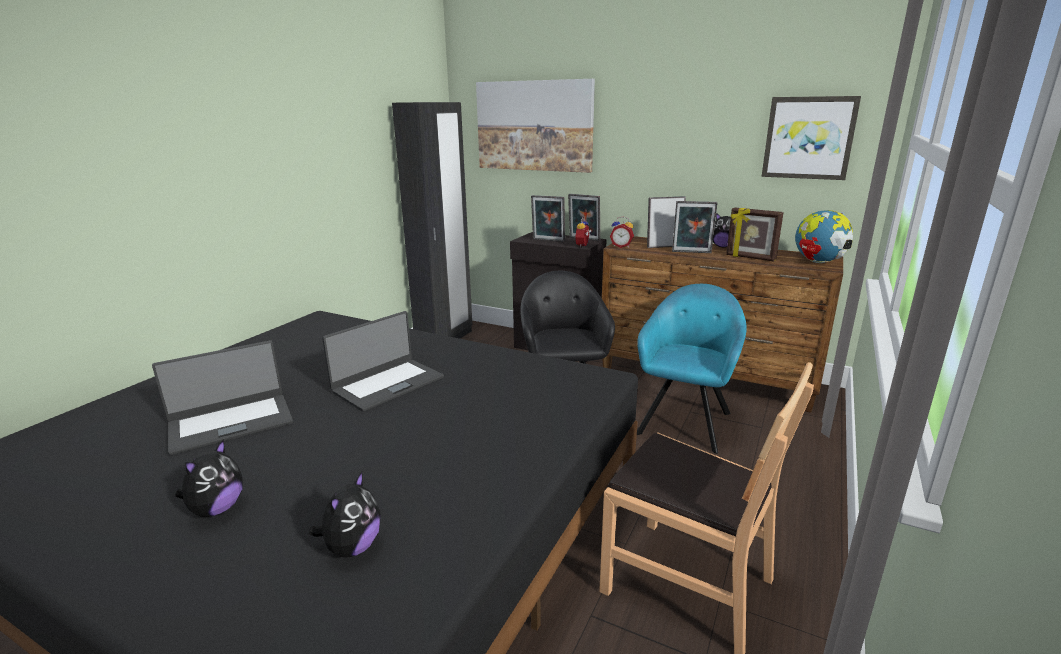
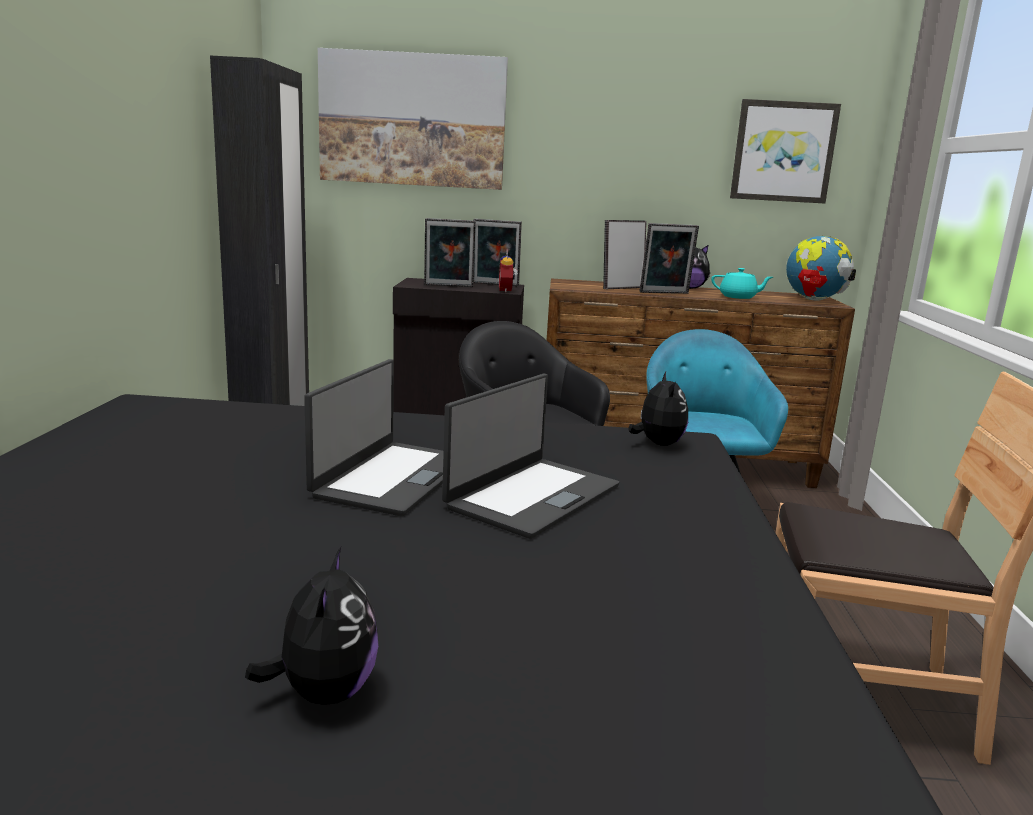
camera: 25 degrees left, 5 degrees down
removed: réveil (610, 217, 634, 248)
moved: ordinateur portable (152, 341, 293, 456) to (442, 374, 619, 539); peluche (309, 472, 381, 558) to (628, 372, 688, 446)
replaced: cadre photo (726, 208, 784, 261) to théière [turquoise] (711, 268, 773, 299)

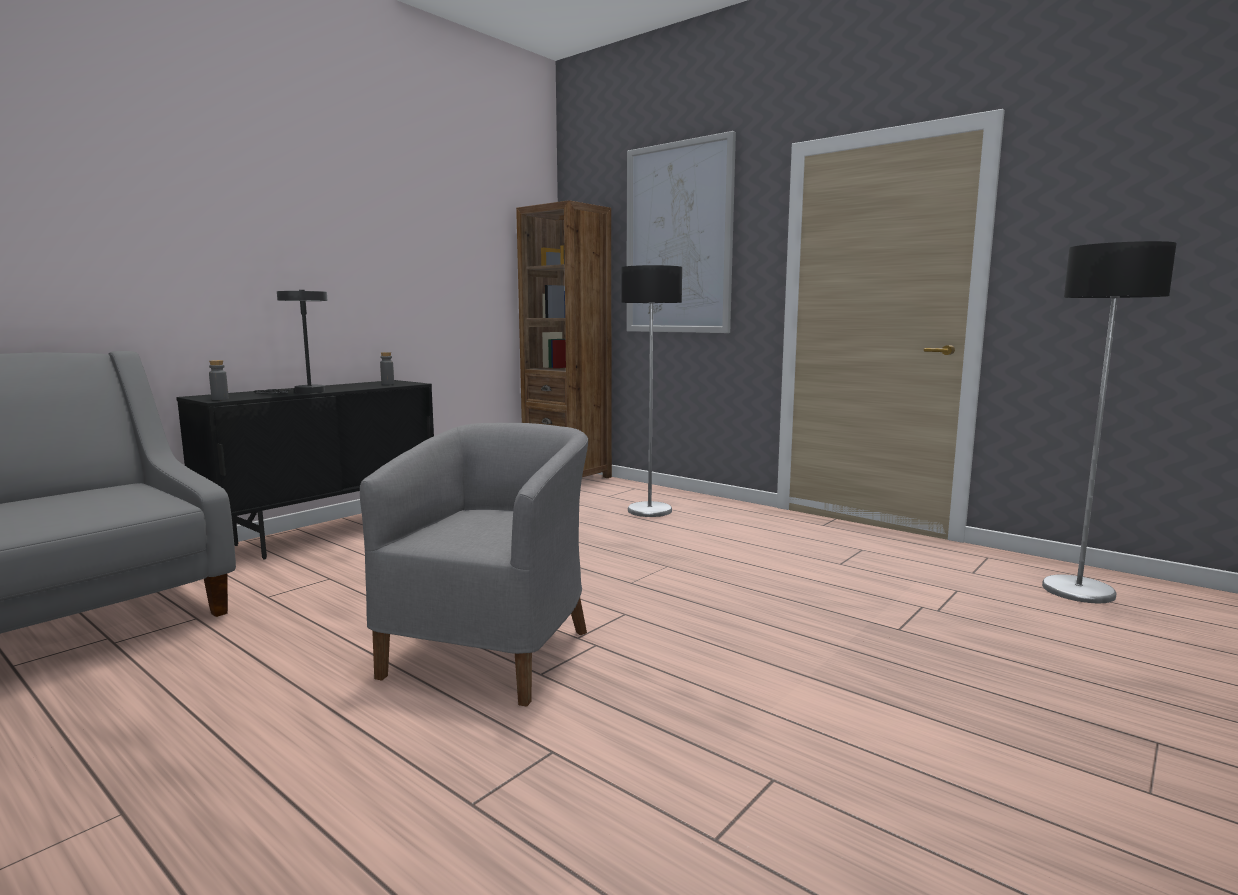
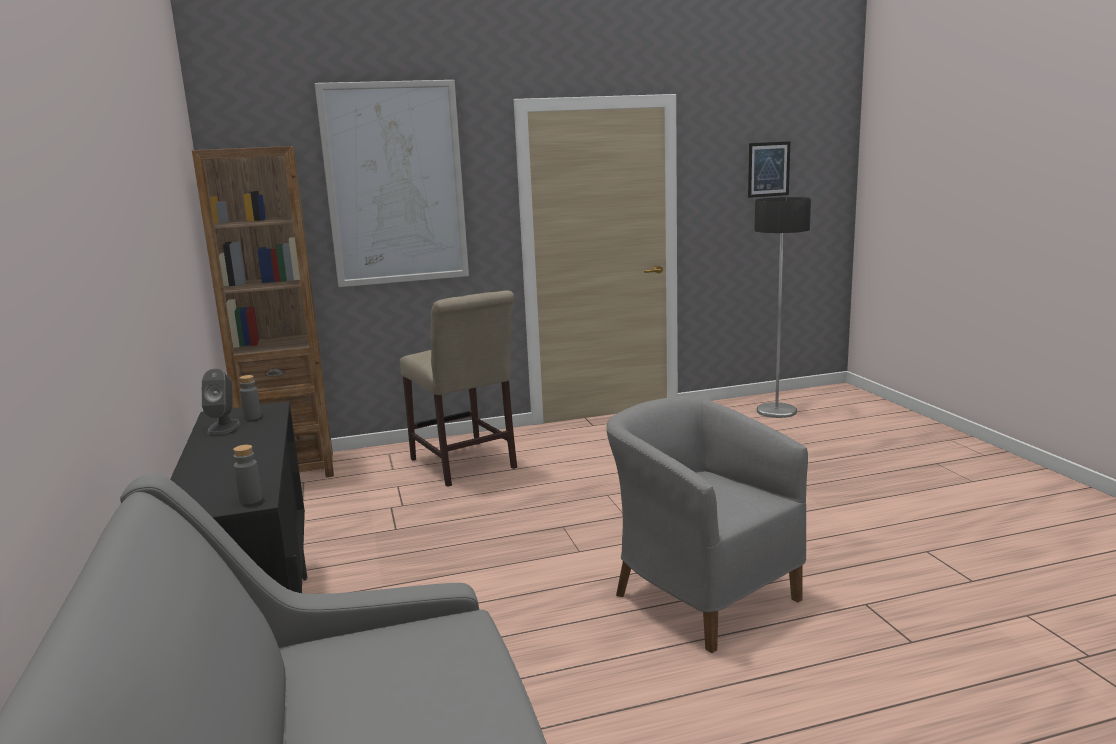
camera: 55 degrees left, 5 degrees up
removed: lampe de table [gris] (254, 290, 327, 394)
added: enceinte [gris] (202, 368, 241, 435); tableau (748, 141, 790, 198)
replaced: lampadaire (621, 265, 682, 517) to chaise [beige] (400, 291, 517, 487)

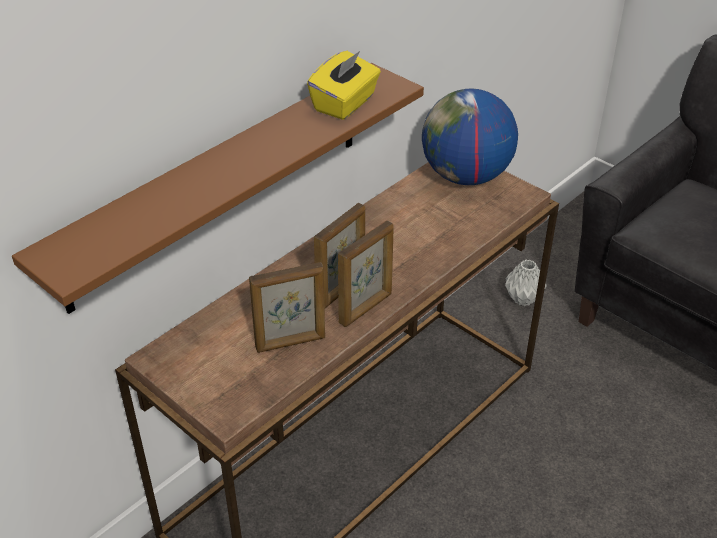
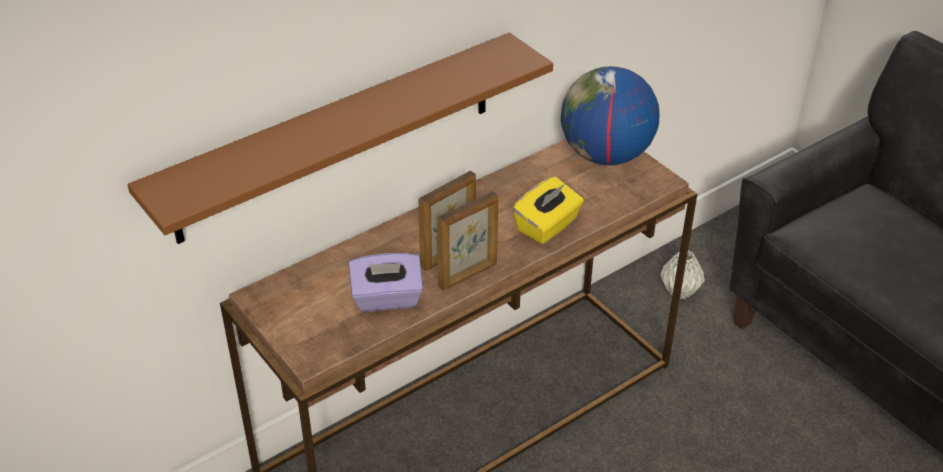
camera: 10 degrees right, 0 degrees up
moved: boîte à mouchoirs [jaune] (307, 51, 381, 120) to (513, 177, 584, 244)
replaced: cadre photo (249, 262, 325, 353) to boîte à mouchoirs [violet] (349, 253, 423, 312)

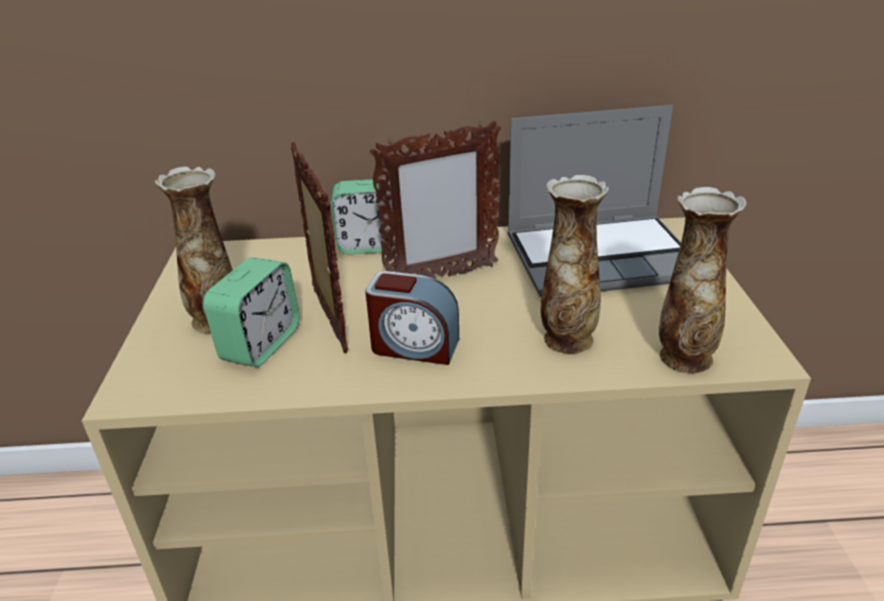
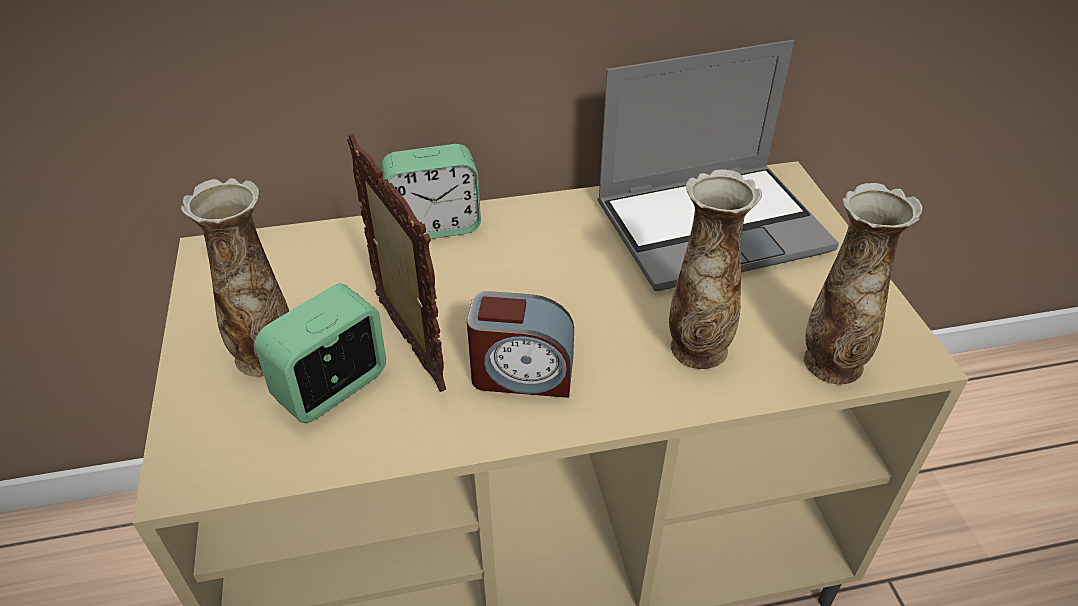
camera: 10 degrees left, 10 degrees up
removed: cadre photo (370, 121, 501, 279)
turned: réveil (203, 257, 300, 367) = (255, 284, 386, 423) 150 degrees counterclockwise

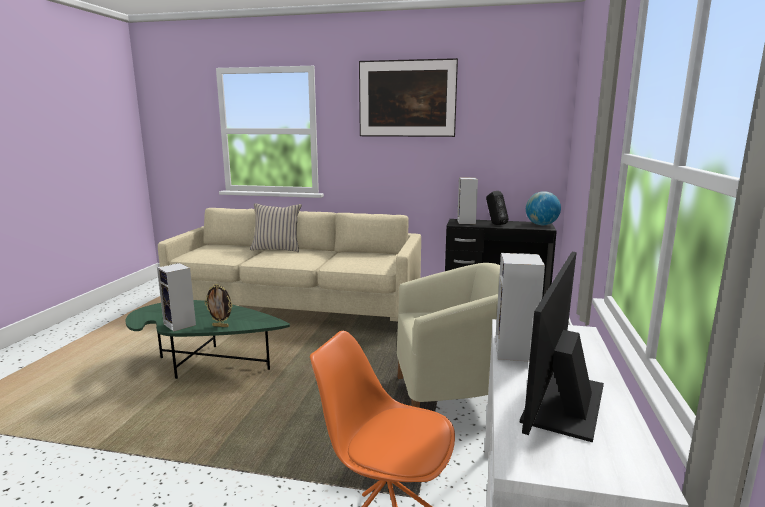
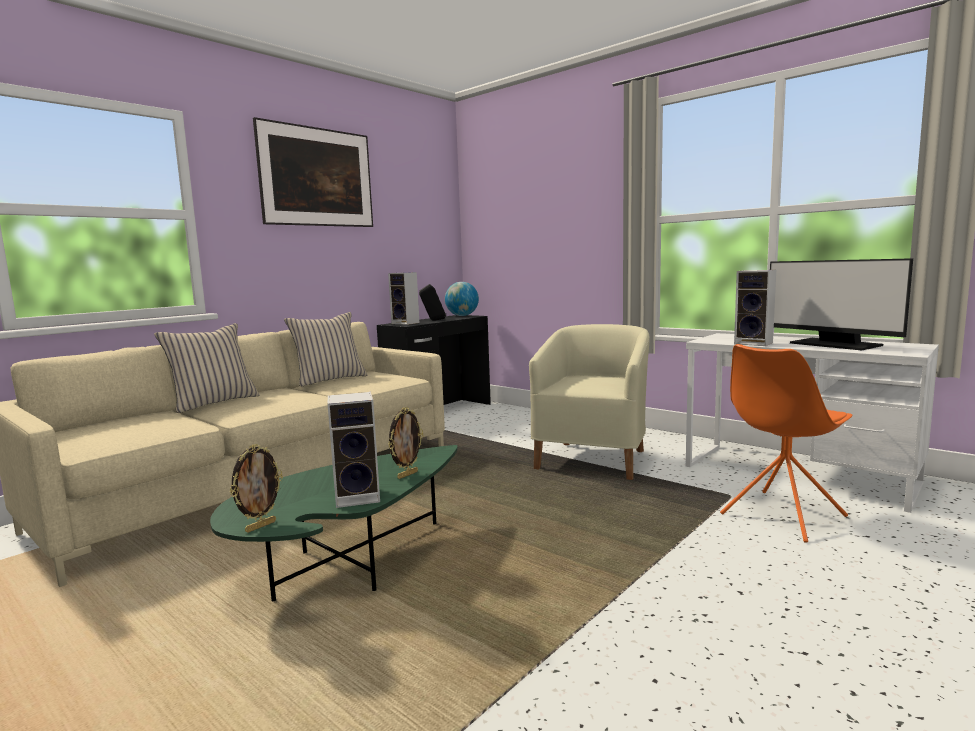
camera: 60 degrees left, 5 degrees down
added: cadre photo (230, 444, 283, 533); coussin [beige] (284, 312, 367, 387)

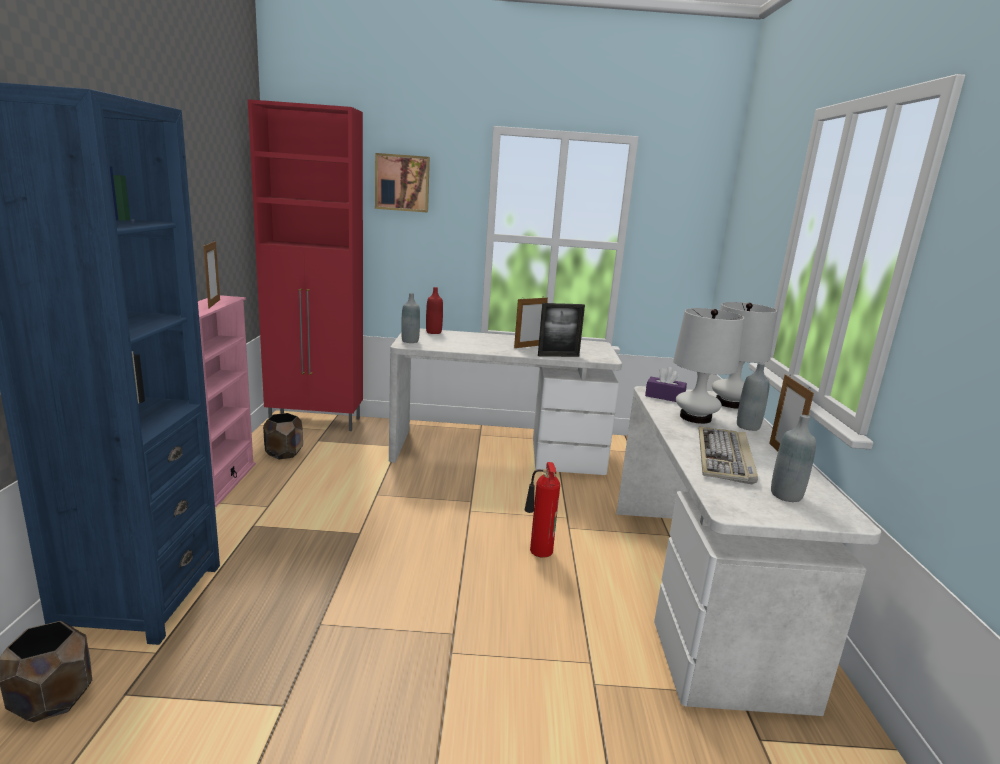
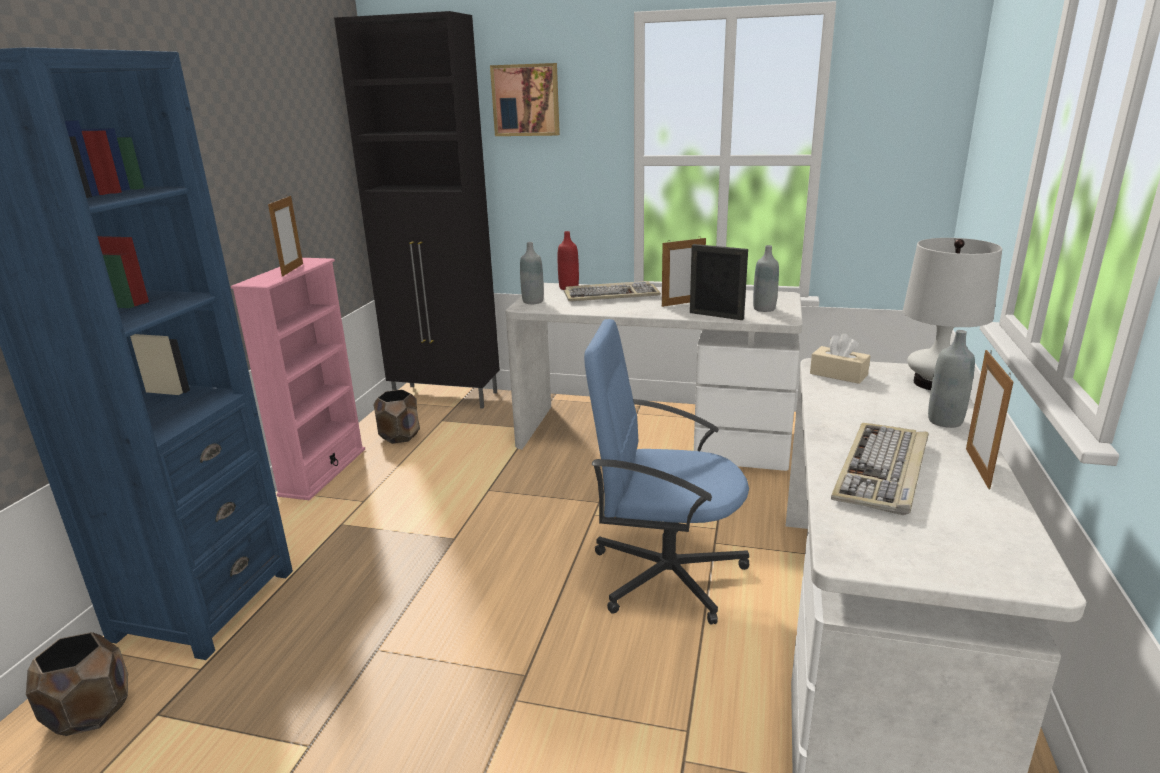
camera: 15 degrees right, 5 degrees up
removed: lampe de table [blanc] (673, 308, 744, 424)
added: clavier (564, 281, 661, 301)
moved: bouteille [gris] (771, 415, 816, 502) to (753, 245, 779, 312)
replaced: extincteur (525, 462, 560, 558) to chaise de bureau [bleu] (584, 319, 749, 625)
recoloured: meuble de rangement [rouge] (248, 99, 363, 431) to meuble de rangement [noir] (334, 11, 500, 409); boîte à mouchoirs [violet] (645, 367, 687, 402) to boîte à mouchoirs [beige] (810, 333, 871, 384)
turned: cadre photo (538, 303, 585, 357) = (690, 244, 748, 320) 150 degrees counterclockwise

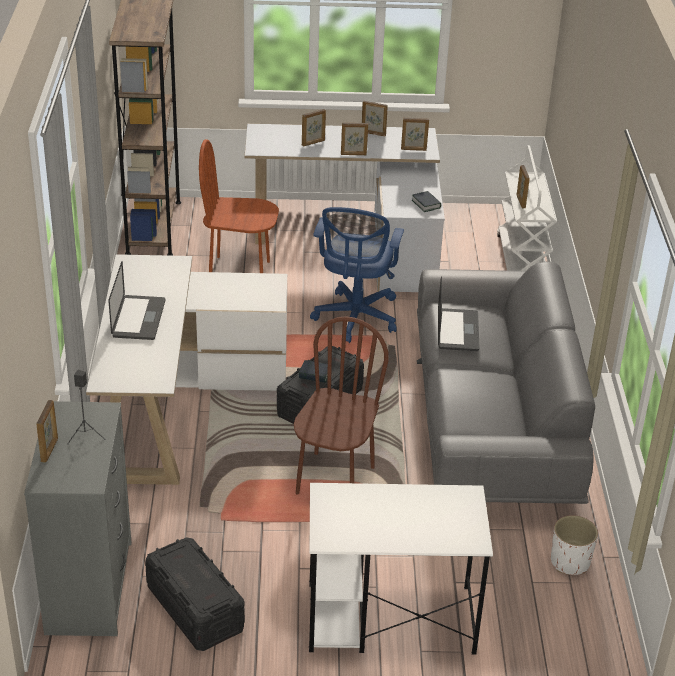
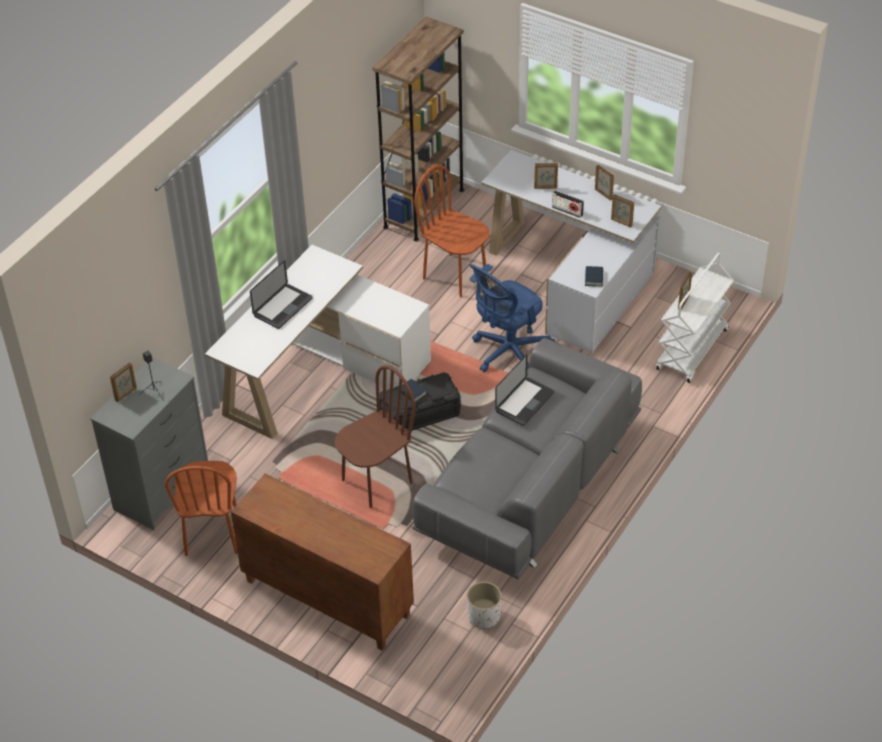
camera: 35 degrees right, 10 degrees up
replaced: boîte de rangement [noir] (145, 538, 245, 651) to chaise [marron] (165, 461, 238, 556); bureau [blanc] (309, 483, 493, 654) to meuble de rangement [marron] (231, 473, 414, 651); cadre photo (341, 123, 368, 155) to radio (552, 190, 584, 218)

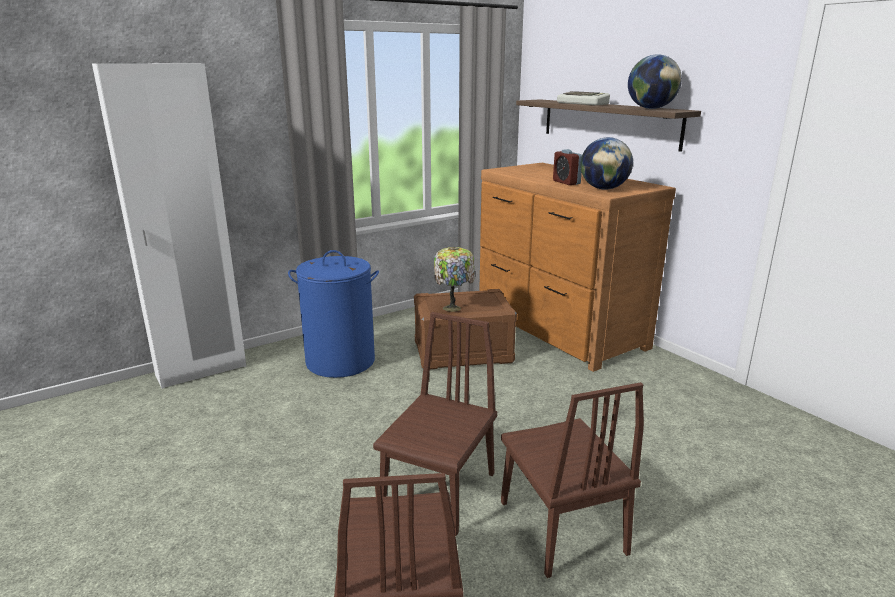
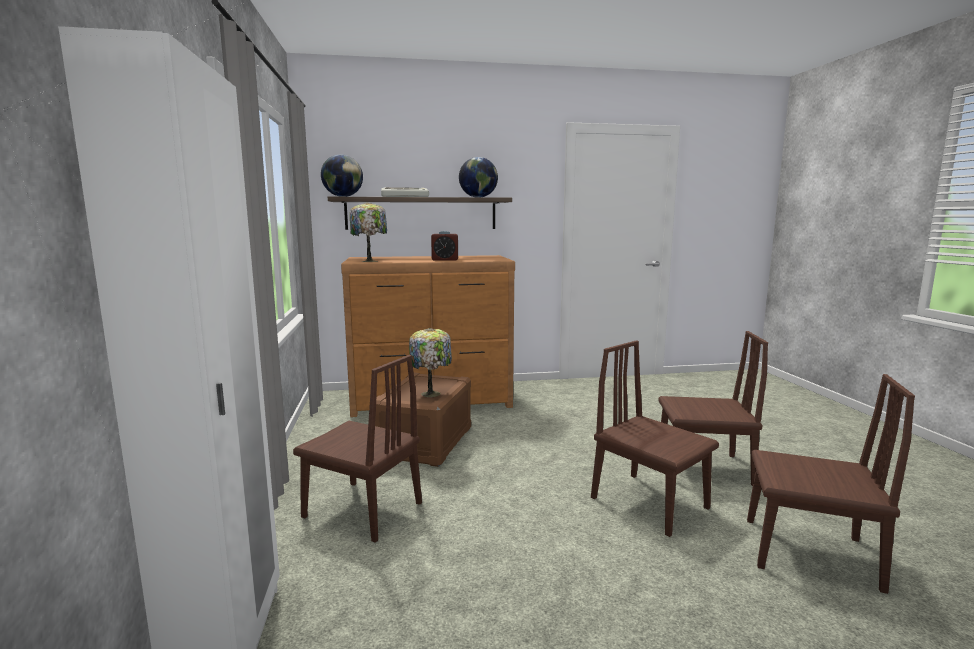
camera: 65 degrees left, 10 degrees down
added: lampe de table (350, 202, 387, 262)
moved: globe (580, 137, 633, 190) to (321, 154, 363, 197)
replaced: panier à linge [bleu] (288, 250, 379, 378) to chaise [marron] (293, 355, 422, 543)

